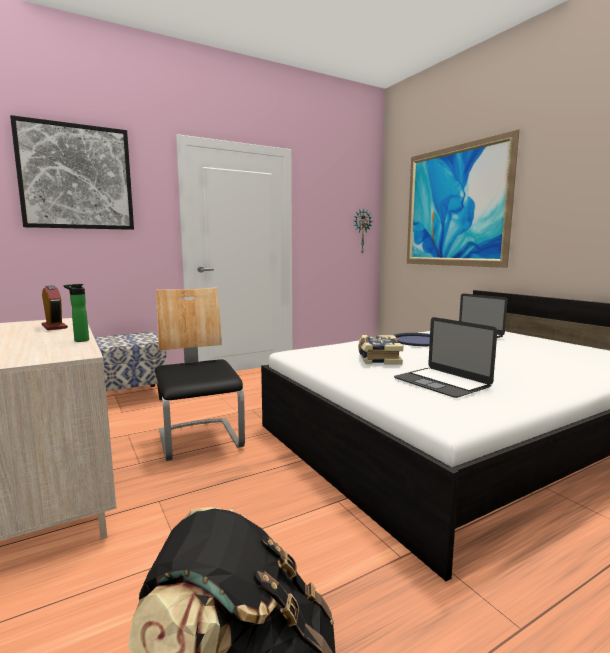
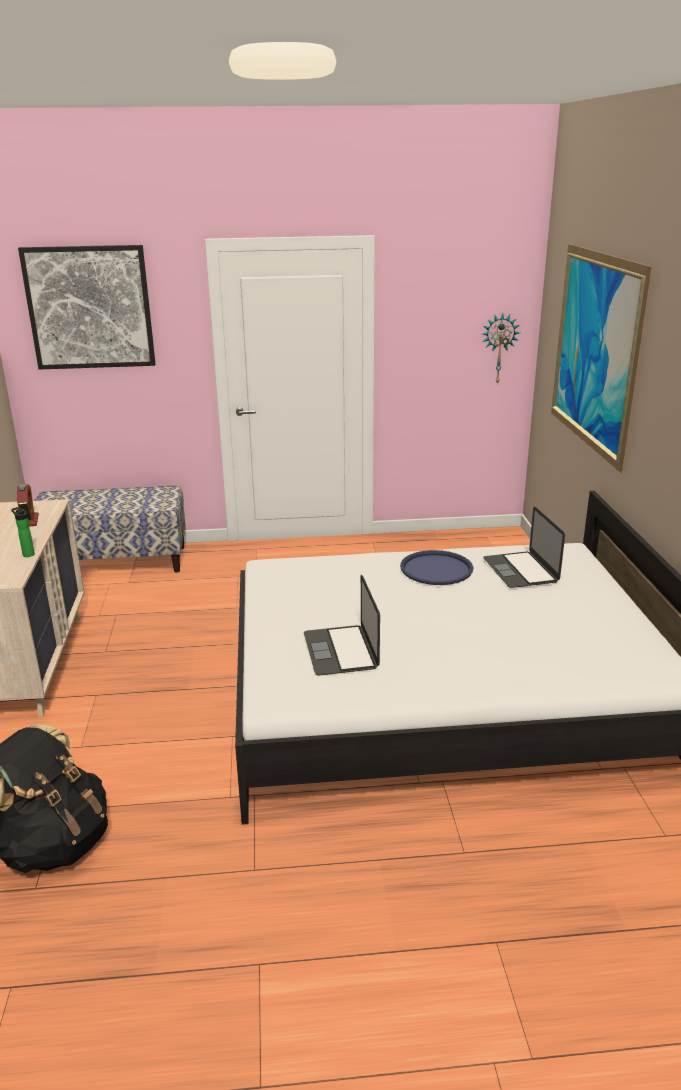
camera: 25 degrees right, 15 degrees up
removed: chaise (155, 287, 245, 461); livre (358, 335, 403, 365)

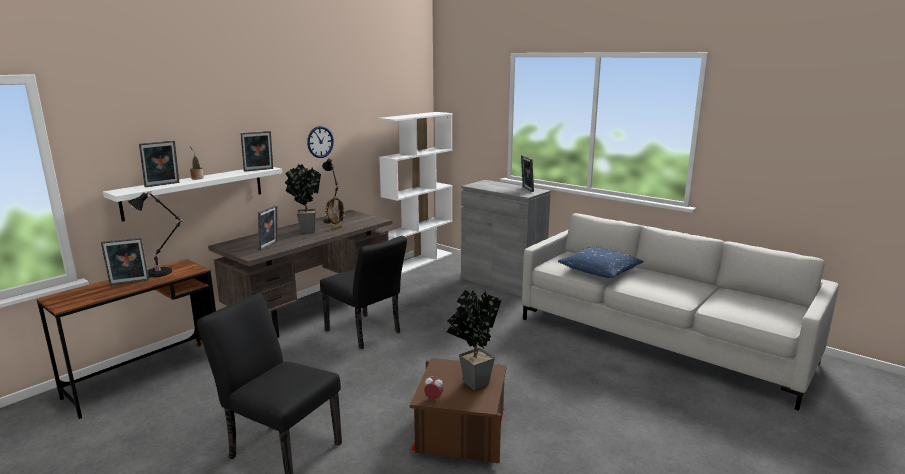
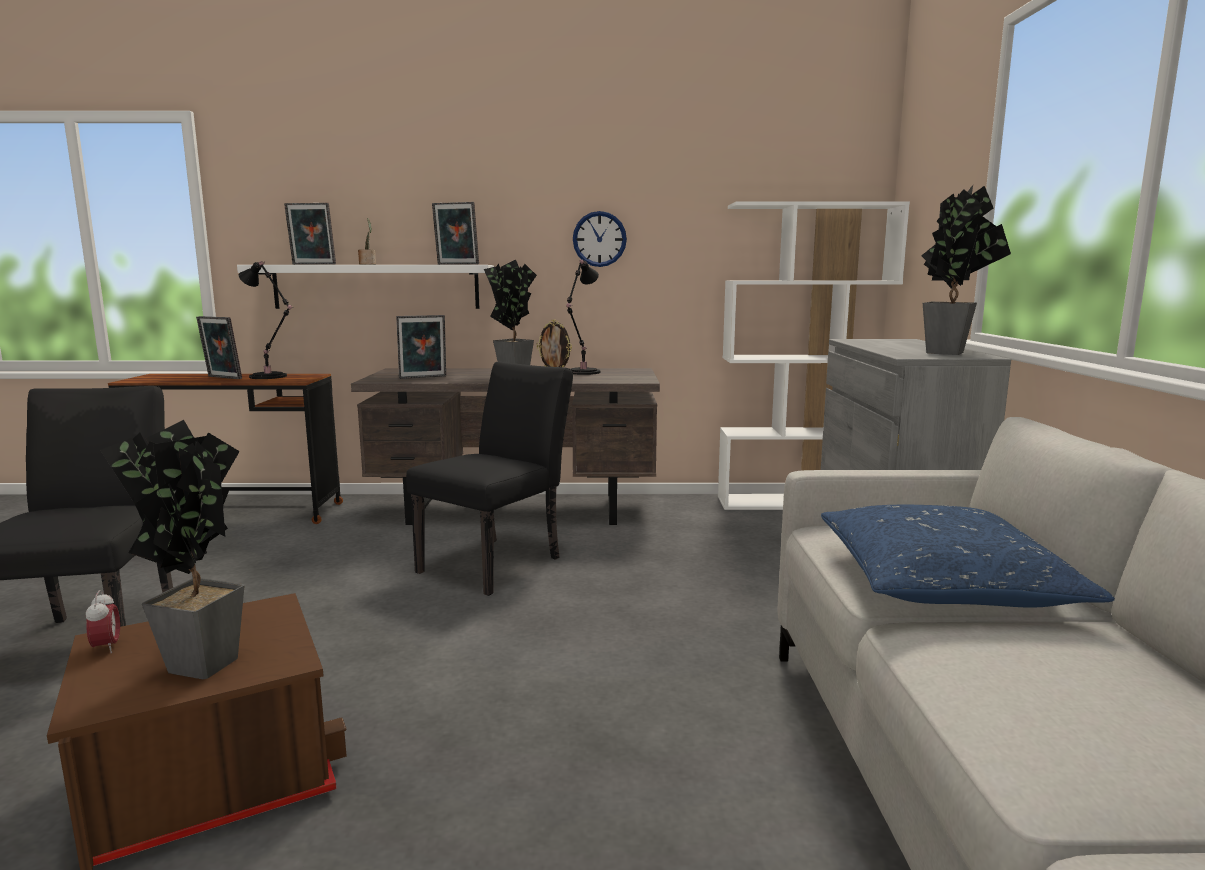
camera: 50 degrees right, 5 degrees down
replaced: cadre photo (521, 155, 534, 192) to plante en pot (921, 185, 1011, 355)
turned: chaise [noir] (320, 236, 407, 349) = (406, 362, 573, 596) 150 degrees counterclockwise

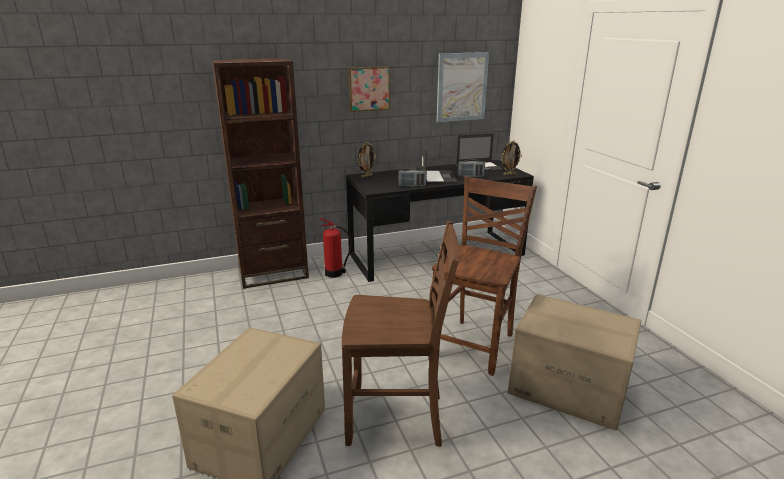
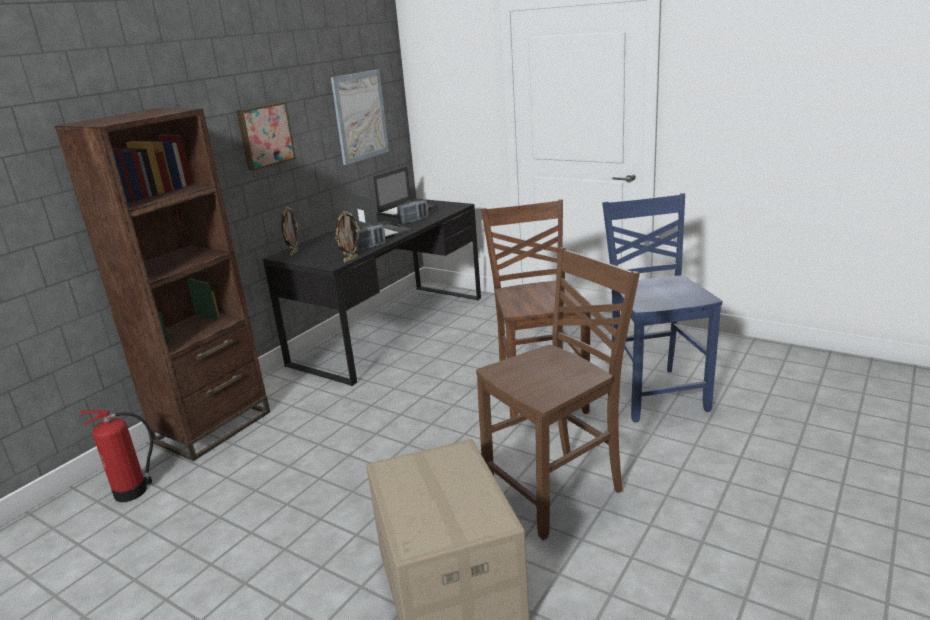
camera: 35 degrees left, 0 degrees up
moved: extincteur (319, 218, 352, 278) to (79, 410, 153, 502); cadre photo (501, 141, 522, 175) to (335, 211, 360, 263)
replaced: carton (508, 294, 641, 430) to chaise [bleu] (602, 193, 722, 422)

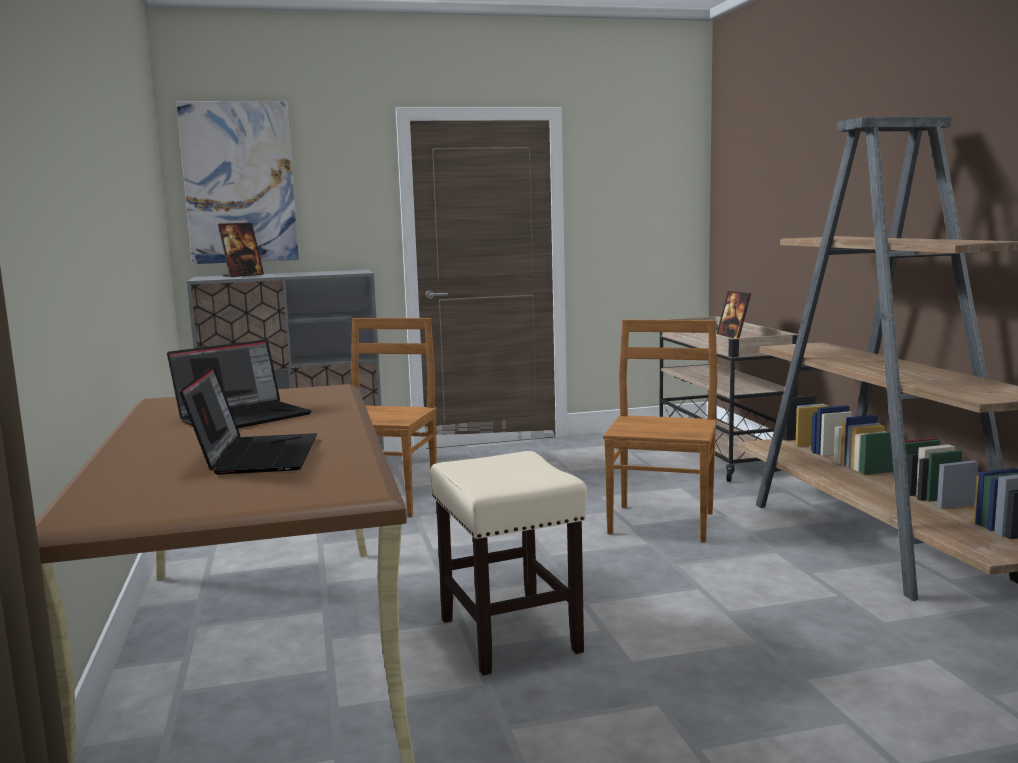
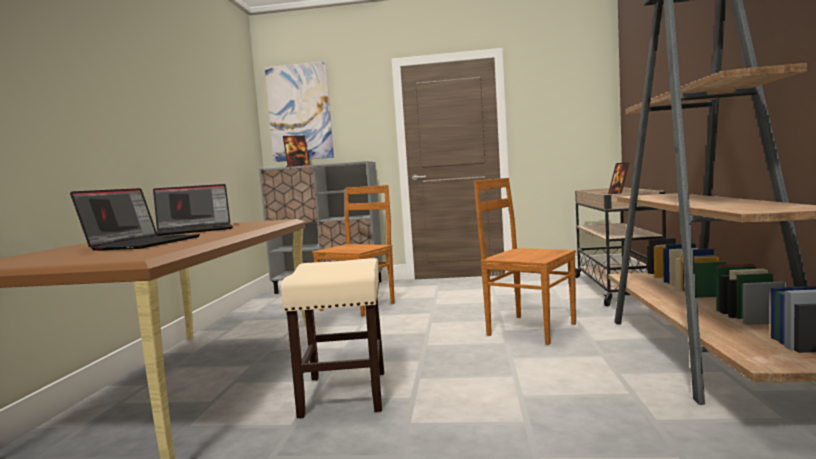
camera: 20 degrees right, 5 degrees down
turned: chaise [marron] (603, 320, 718, 542) = (474, 178, 576, 345) 90 degrees counterclockwise

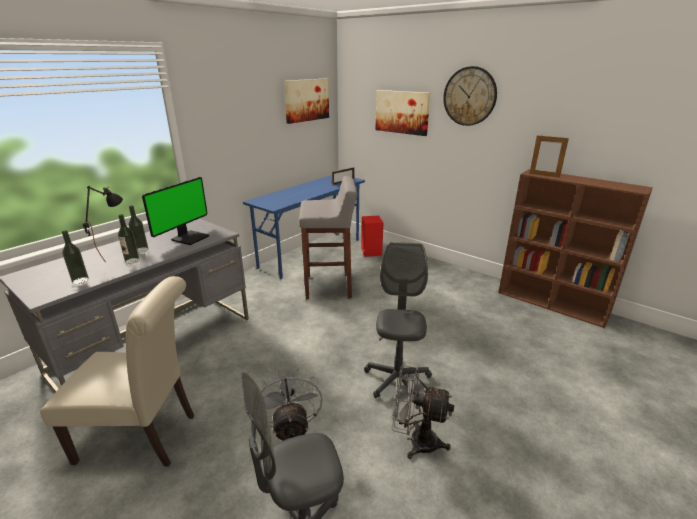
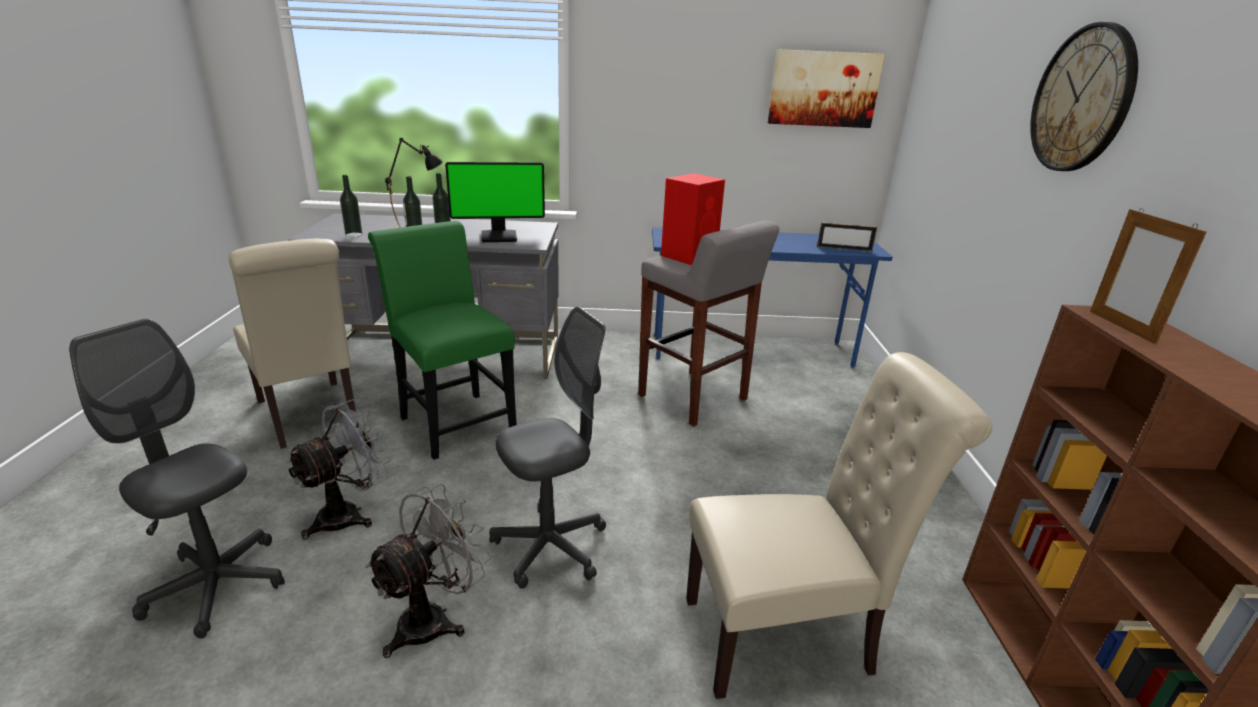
camera: 50 degrees right, 0 degrees up
removed: tableau (375, 90, 430, 136)
added: chaise [vert] (368, 221, 517, 460); chaise [beige] (686, 352, 992, 699)
moved: enceinte [rouge] (361, 216, 384, 257) to (661, 173, 725, 265)
turned: ventilateur [gris] (392, 365, 454, 459) = (365, 484, 491, 658) 60 degrees clockwise

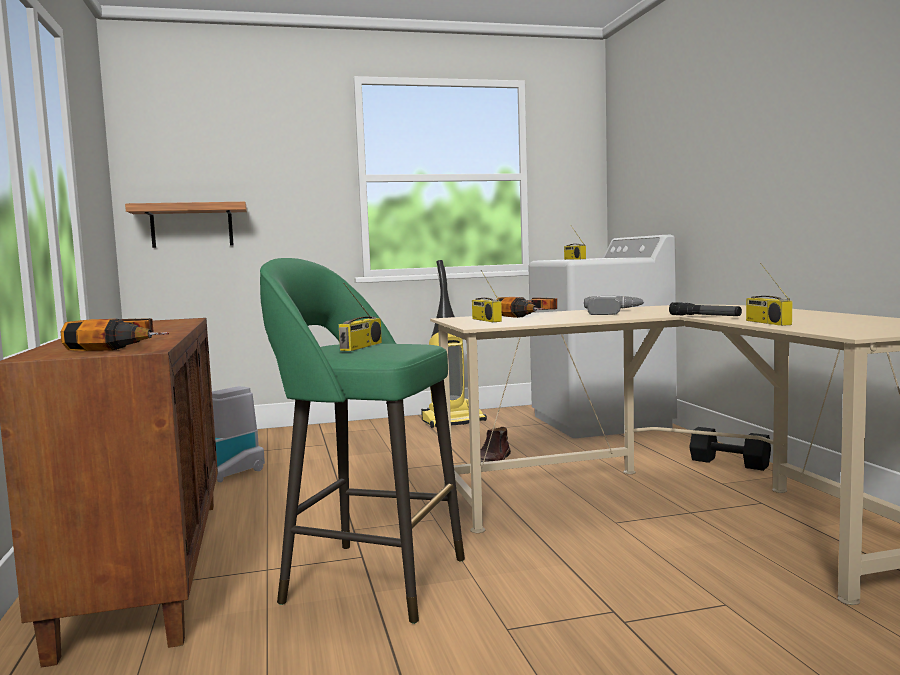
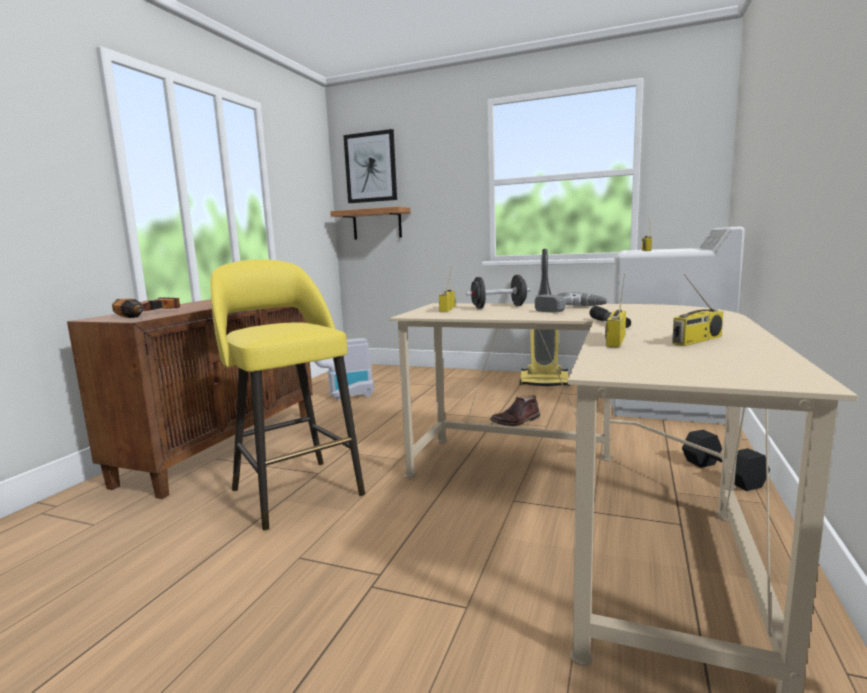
camera: 35 degrees right, 5 degrees up
added: tableau (343, 129, 397, 203)
moved: radio (339, 283, 382, 351) to (672, 274, 723, 346)
replaced: perceuse (496, 297, 557, 318) to haltère [noir] (466, 275, 530, 309)
recoloured: tabouret [vert] (260, 258, 465, 624) to tabouret [jaune] (210, 259, 365, 531)

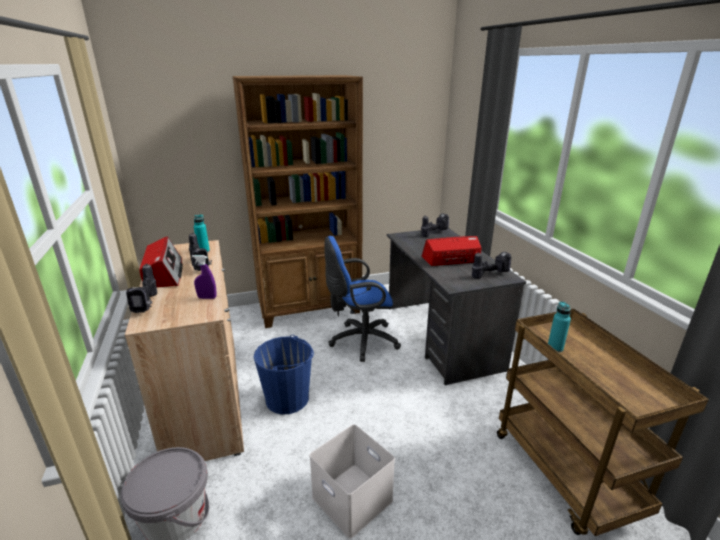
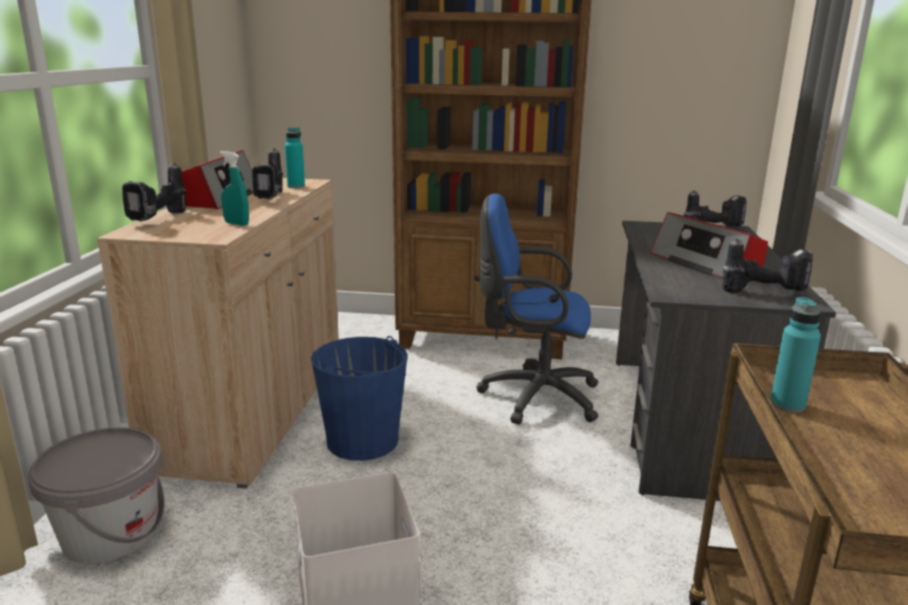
camera: 25 degrees right, 5 degrees down
recoloured: vaporisateur [violet] (192, 255, 216, 299) to vaporisateur [turquoise] (220, 151, 249, 226)
turned: radio (421, 236, 481, 266) = (651, 212, 768, 278) 135 degrees counterclockwise

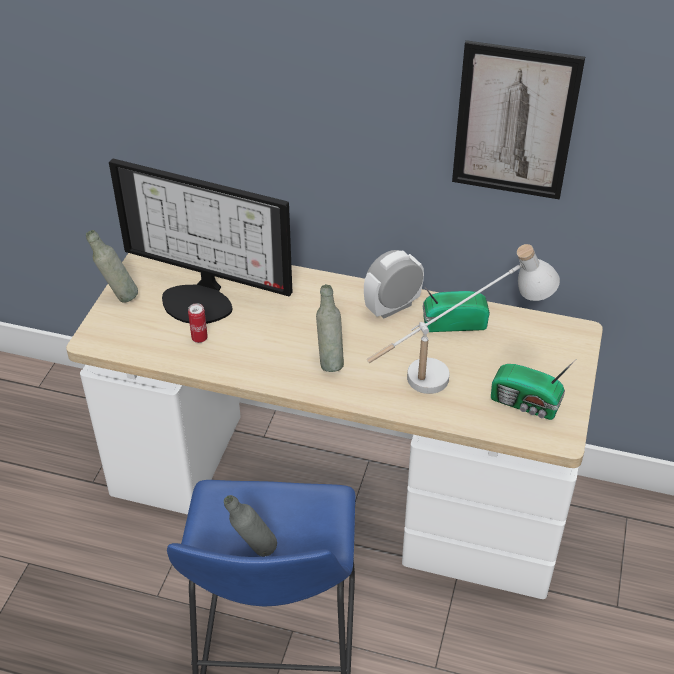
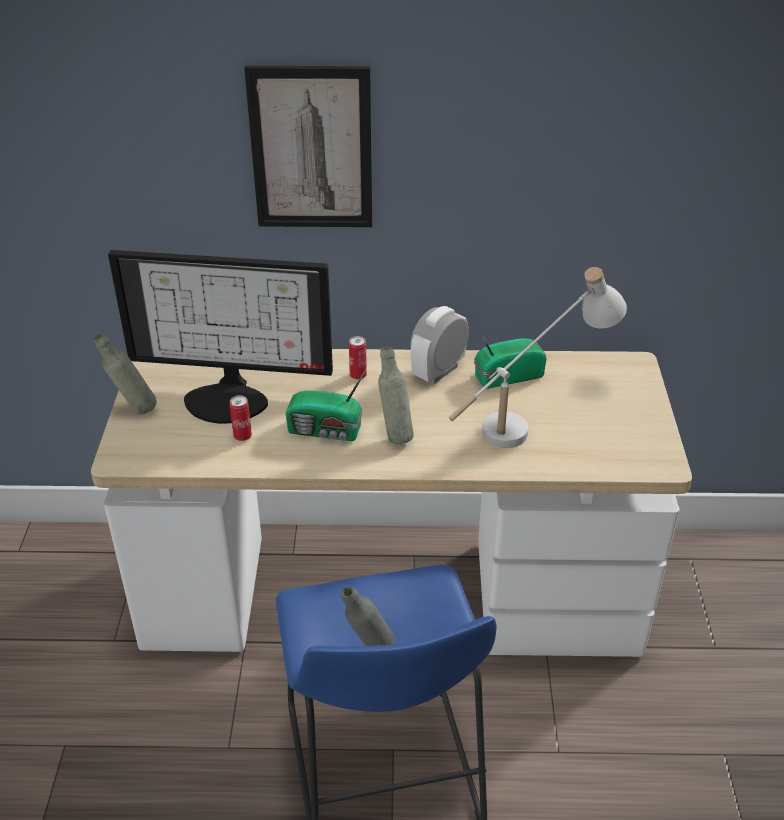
camera: 15 degrees left, 5 degrees down
added: boîte métallique (349, 336, 367, 380)
moved: tableau (452, 40, 585, 200) to (244, 66, 372, 227); radio (491, 360, 576, 420) to (286, 370, 366, 441)

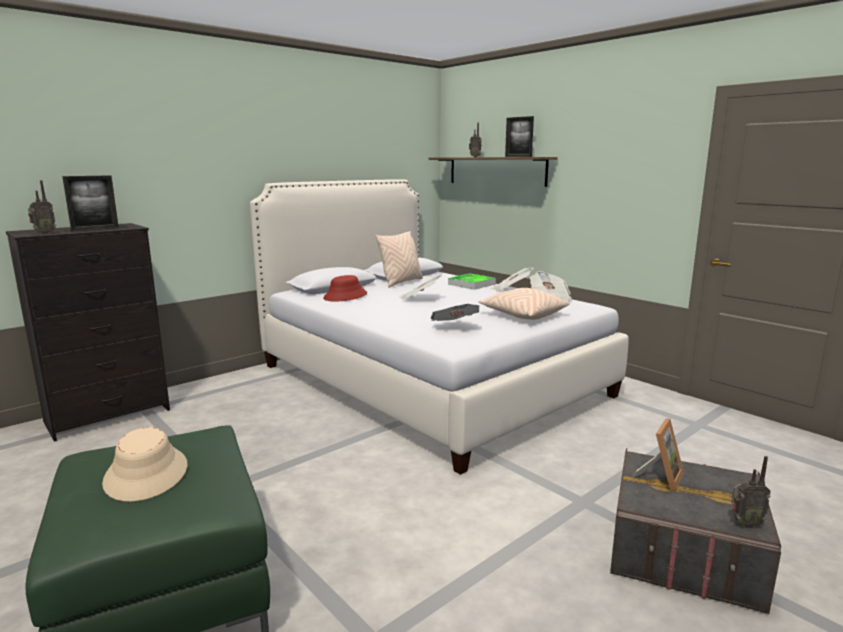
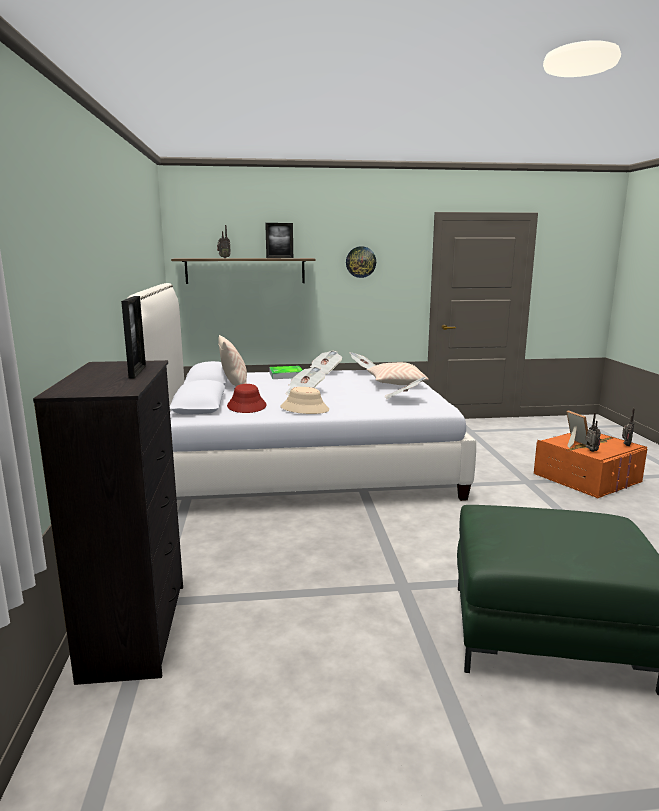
camera: 55 degrees left, 0 degrees up
added: horloge murale (346, 246, 376, 278)
moved: radio (28, 180, 56, 234) to (585, 412, 601, 452); chapeau [beige] (102, 427, 187, 502) to (280, 387, 329, 414)
recoloured: boîte de rangement [gris] (610, 448, 781, 614) to boîte de rangement [orange] (534, 433, 647, 499)

